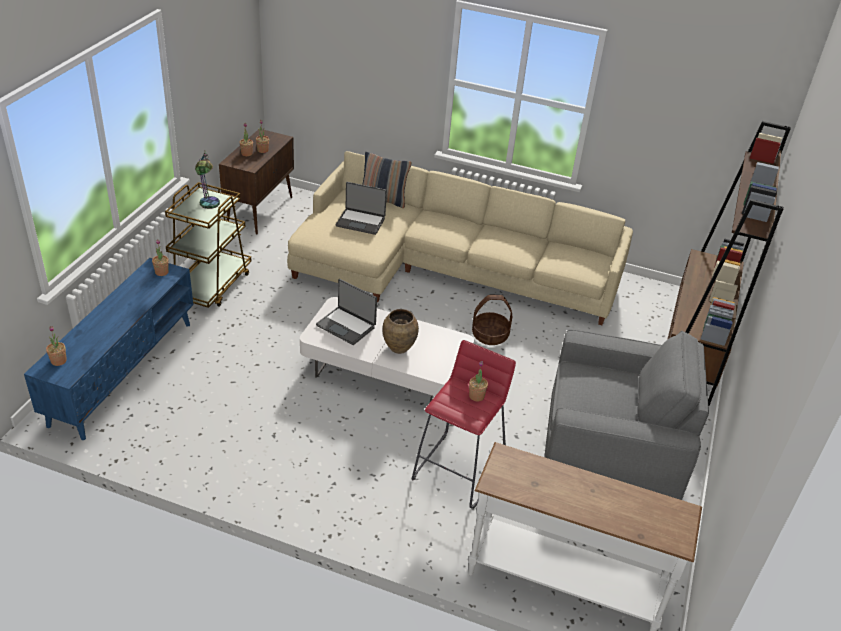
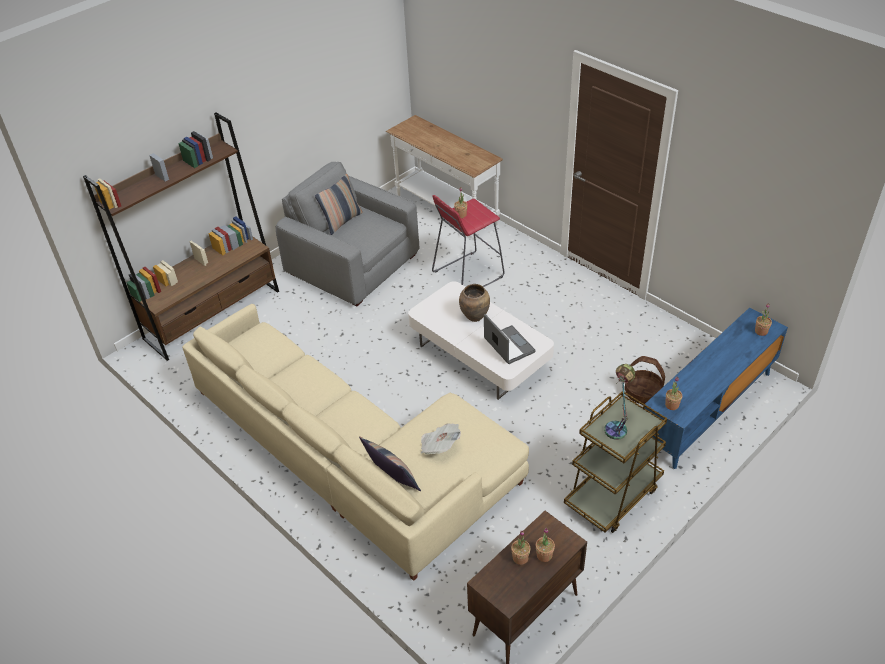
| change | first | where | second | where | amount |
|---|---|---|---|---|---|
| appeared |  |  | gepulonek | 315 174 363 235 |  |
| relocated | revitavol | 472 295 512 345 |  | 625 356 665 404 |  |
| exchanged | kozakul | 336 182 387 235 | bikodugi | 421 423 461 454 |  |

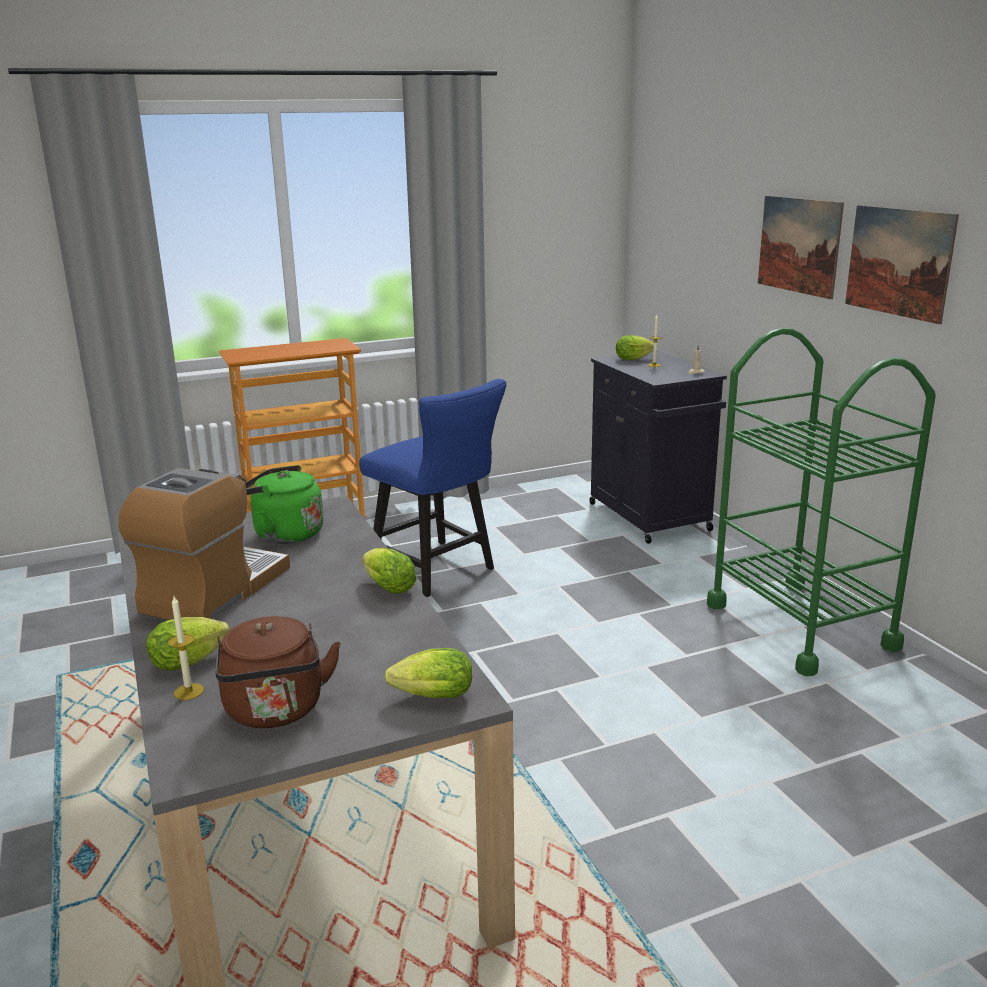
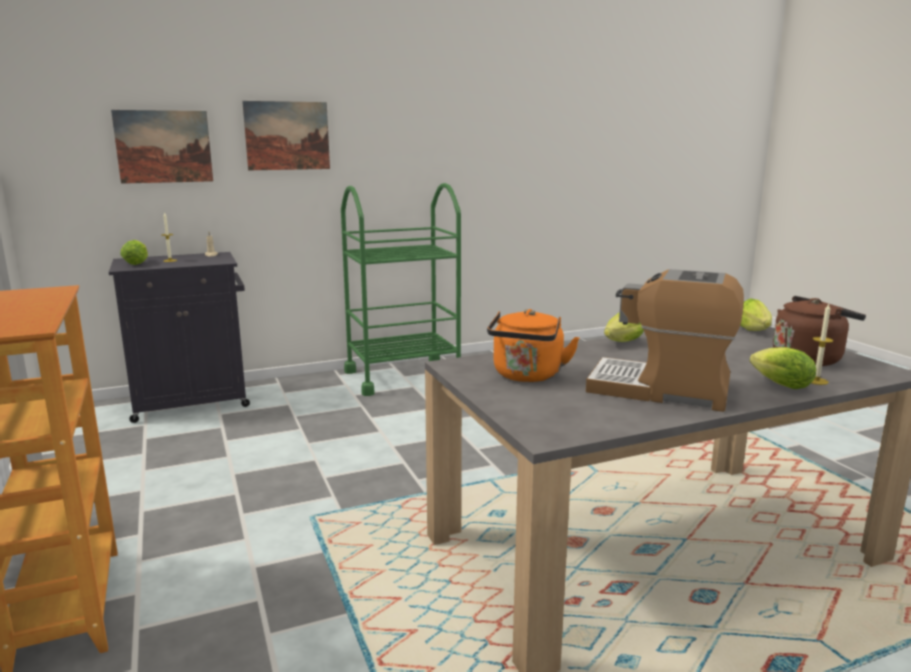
| change | first | where | second | where | amount |
|---|---|---|---|---|---|
| missing | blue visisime | 359 379 506 597 |  |  |  |
| relocated | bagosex | 845 205 959 324 |  | 111 110 213 184 |  |
| colour | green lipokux | 245 465 324 544 | orange lipokux | 487 309 580 382 |  |

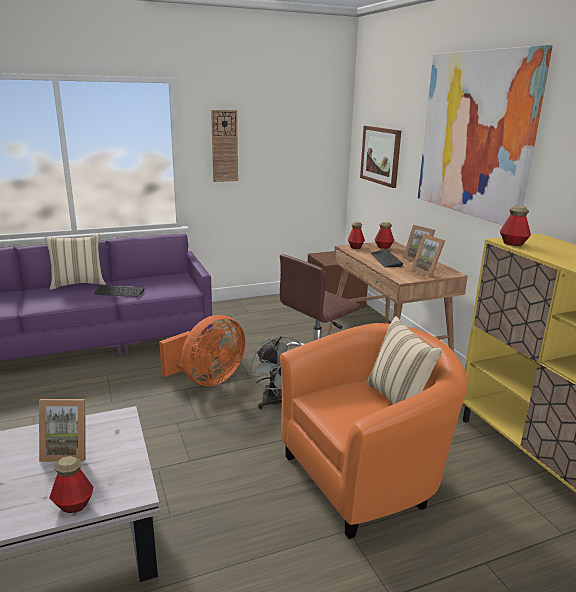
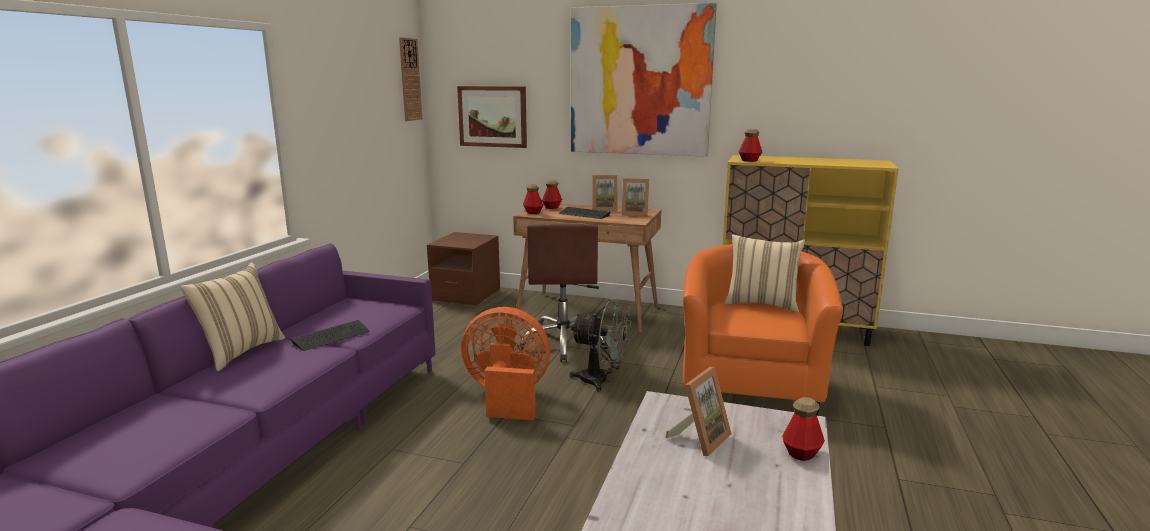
| change | first | where | second | where | amount |
|---|---|---|---|---|---|
| relocated | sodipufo | 211 110 238 182 |  | 399 37 422 121 |  |
| spun | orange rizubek | 159 315 245 386 |  | 461 307 550 420 | 75 degrees counterclockwise |

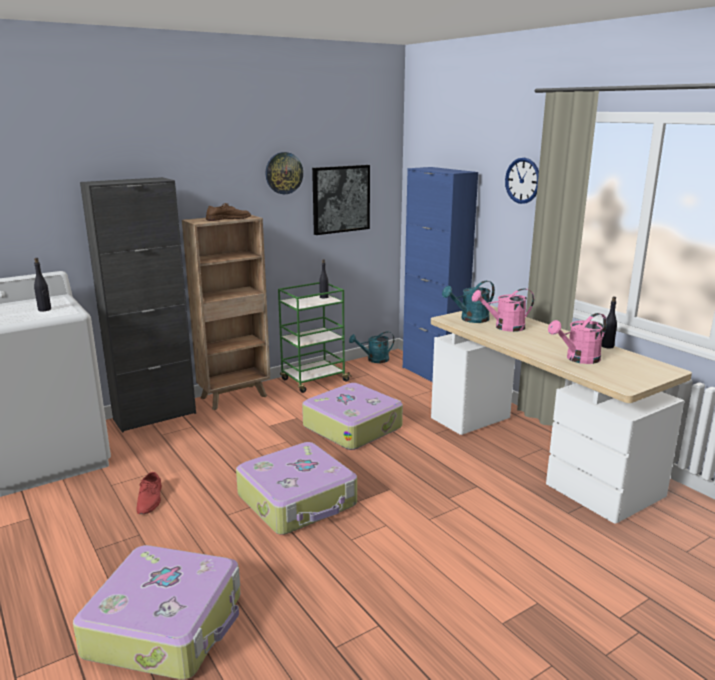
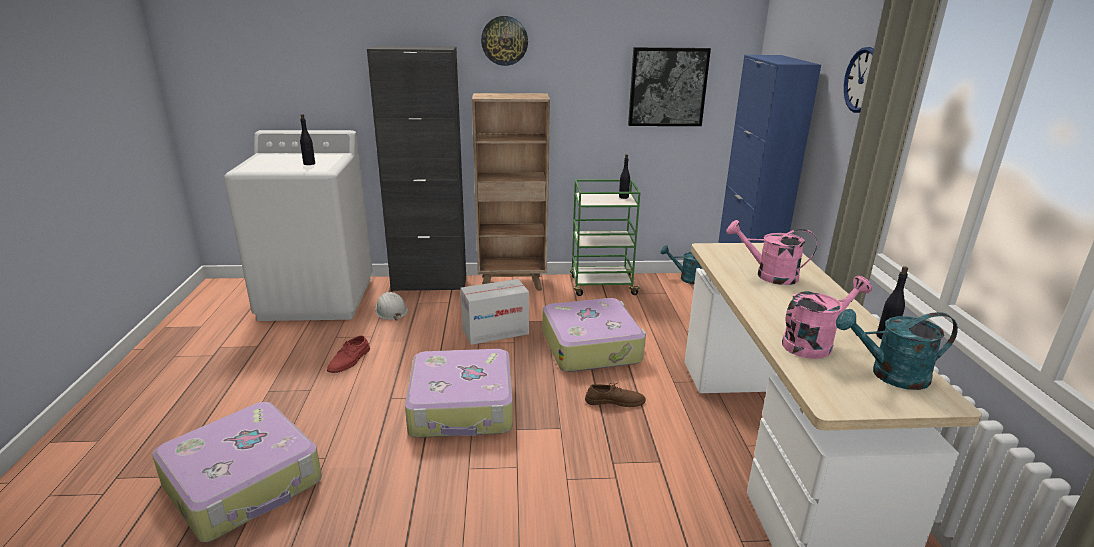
| change | first | where | second | where | amount |
|---|---|---|---|---|---|
| appeared |  |  | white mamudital | 375 292 408 321 |  |
| appeared |  |  | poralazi | 461 279 529 345 |  |
| relocated | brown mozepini | 206 203 251 221 |  | 585 382 646 407 |  |
| relocated | sodipufo | 266 152 303 194 |  | 481 16 528 66 |  |
| relocated | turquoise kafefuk | 442 281 495 323 |  | 836 309 958 390 |  |
| spun | pink kafefuk | 548 313 607 364 |  | 782 276 872 359 | 150 degrees clockwise |

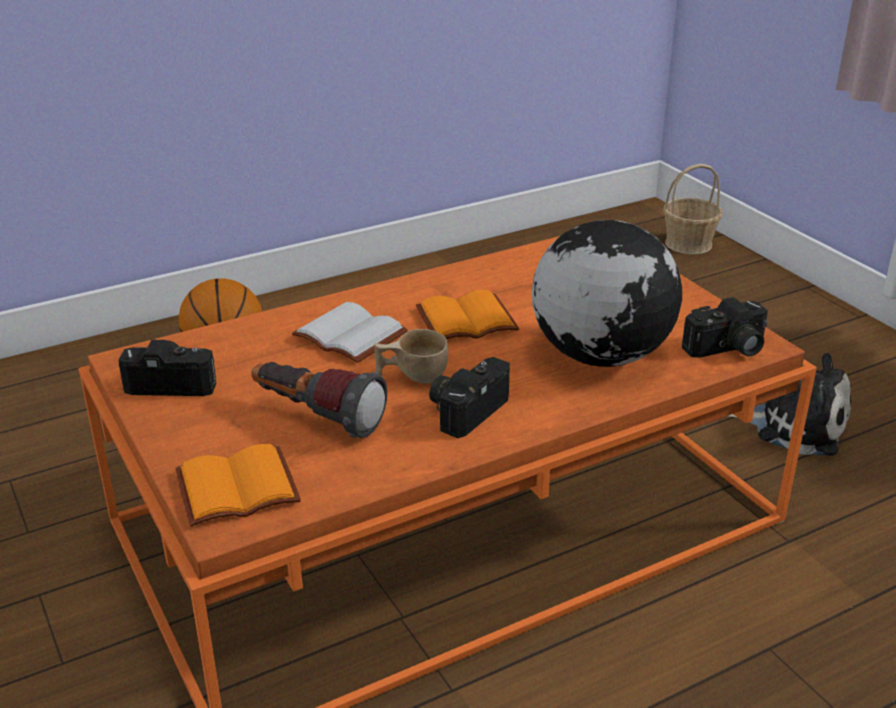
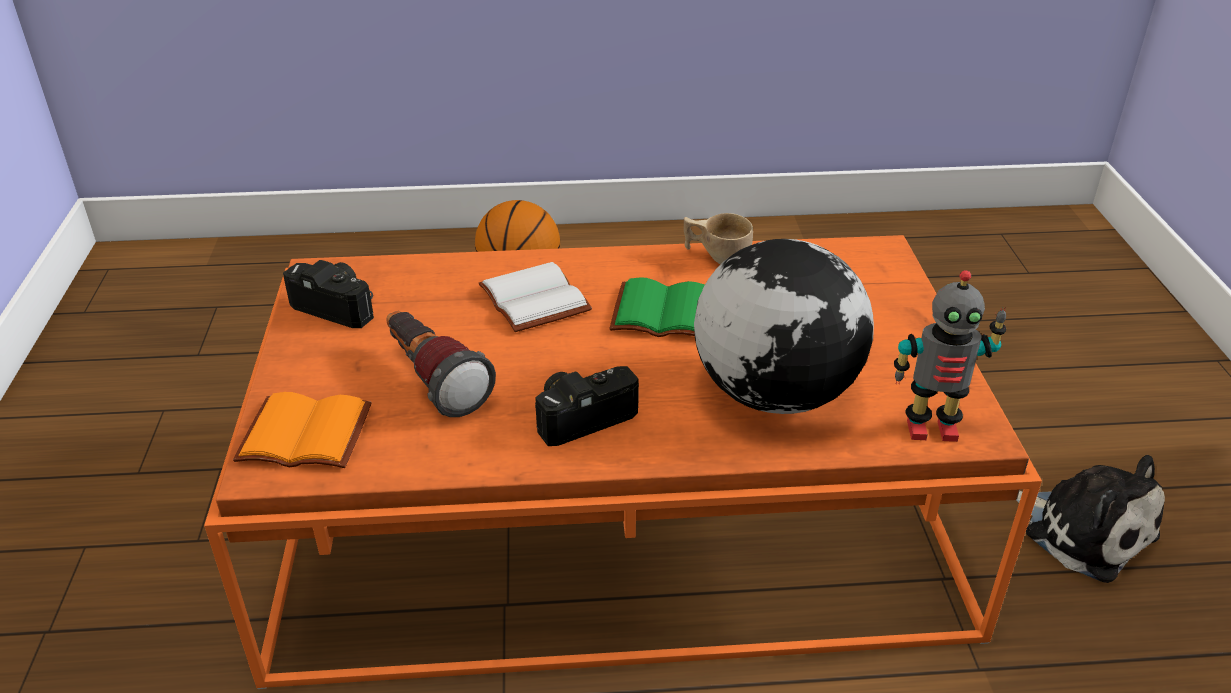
| change | first | where | second | where | amount |
|---|---|---|---|---|---|
| missing | revitavol | 663 164 723 254 |  |  |  |
| relocated | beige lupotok | 374 329 448 384 |  | 684 213 753 264 |  |
| exchanged | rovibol | 682 297 768 358 | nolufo | 894 270 1006 442 |  |
| colour | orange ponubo | 416 290 519 339 | green ponubo | 609 277 705 337 |  |

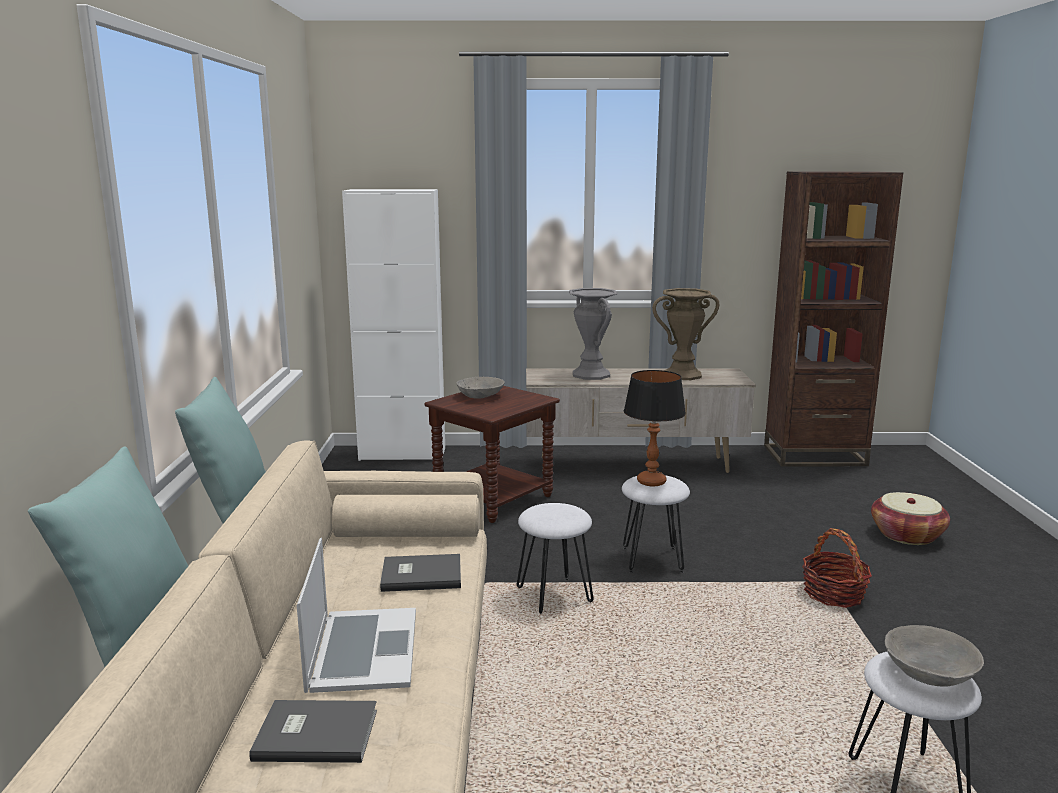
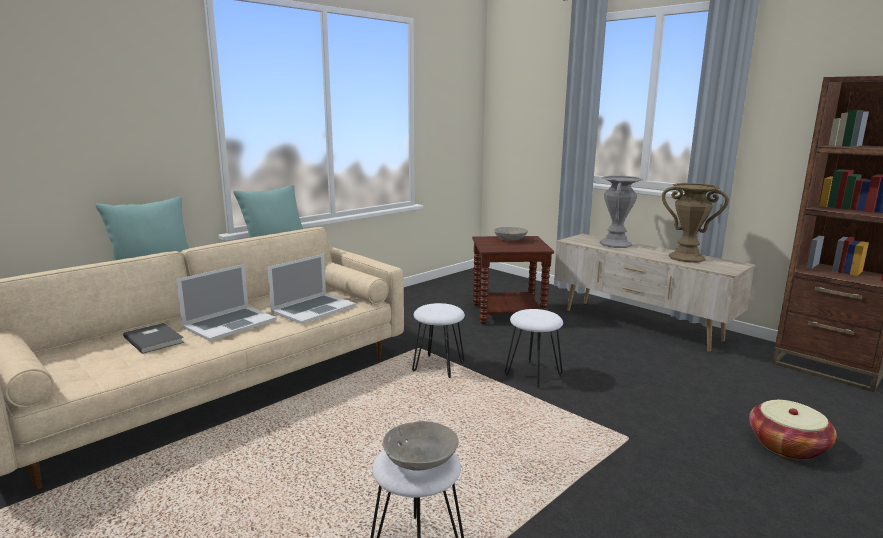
| change | first | where | second | where | amount |
|---|---|---|---|---|---|
| missing | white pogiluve | 342 189 445 461 |  |  |  |
| missing | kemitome | 624 370 686 486 |  |  |  |
| missing | revitavol | 802 528 872 608 |  |  |  |
| exchanged | grey ponubo | 380 554 461 592 | kozakul | 267 254 356 324 |  |

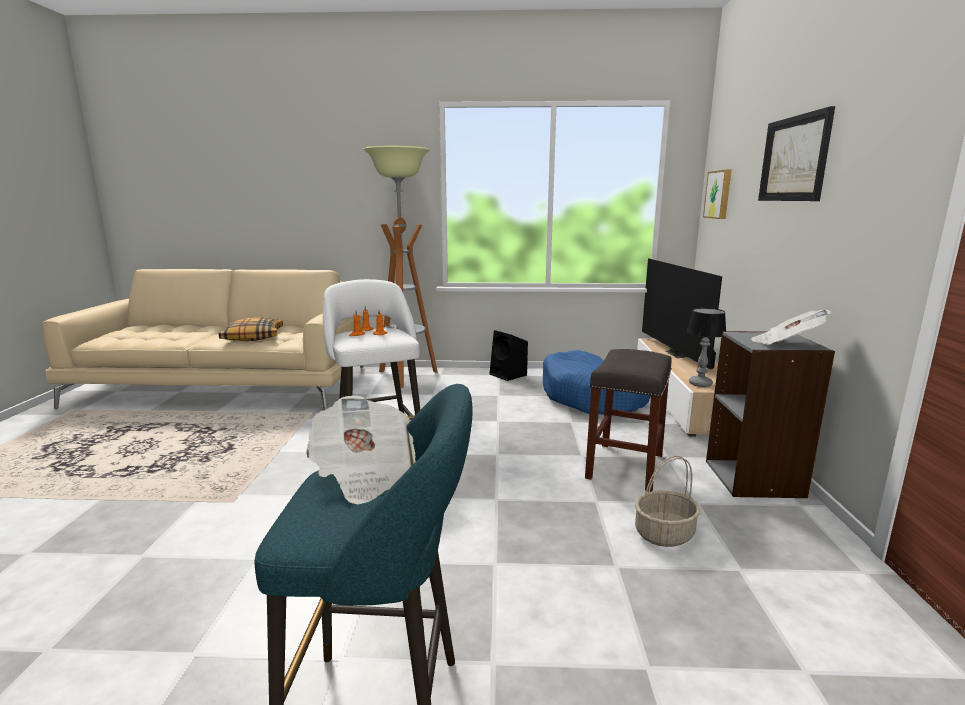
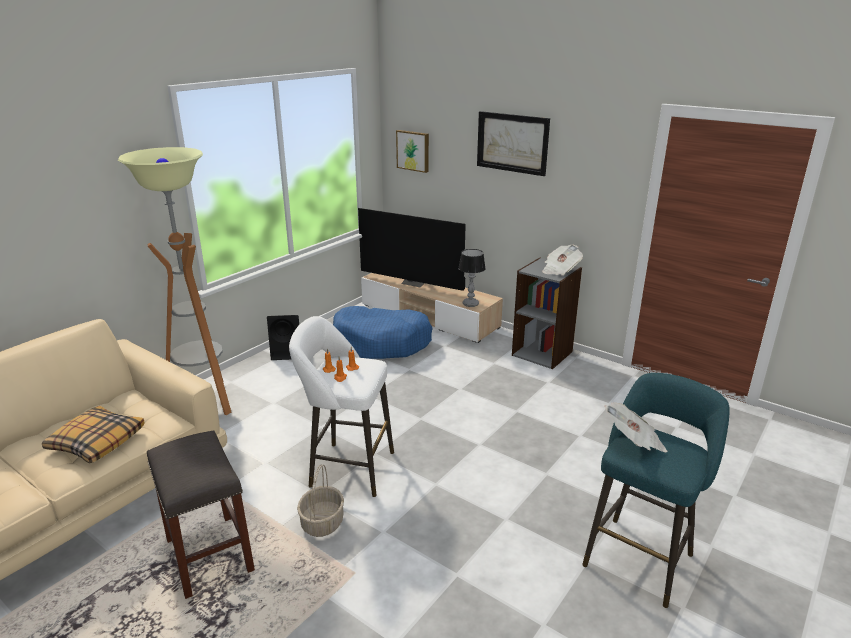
| change | first | where | second | where | amount |
|---|---|---|---|---|---|
| relocated | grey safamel | 585 349 672 492 |  | 147 430 255 599 |  |
| relocated | revitavol | 635 456 700 547 |  | 297 464 344 537 |  |

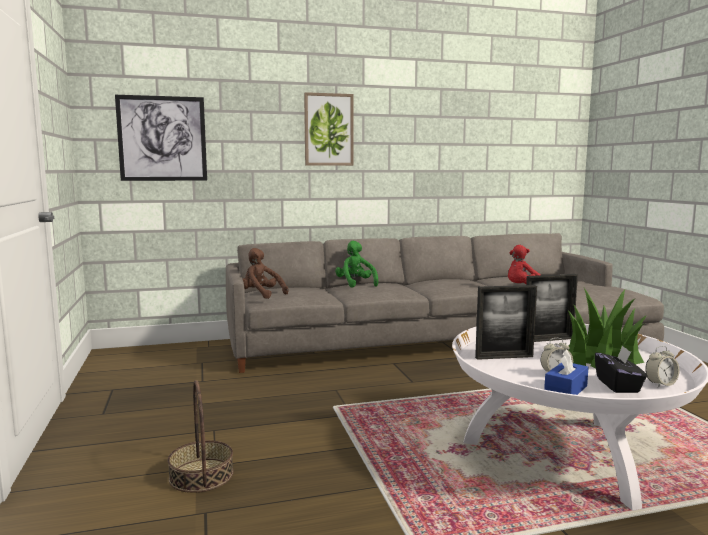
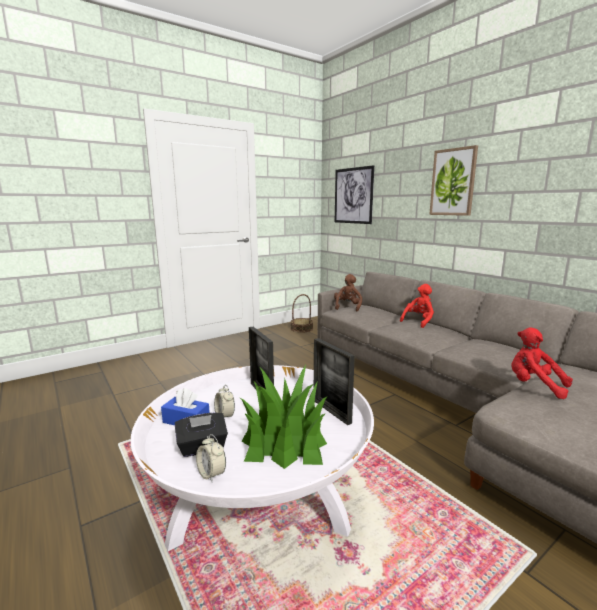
| change | first | where | second | where | amount |
|---|---|---|---|---|---|
| relocated | revitavol | 168 380 234 493 |  | 290 294 313 333 |  |
| colour | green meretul | 335 241 378 288 | red meretul | 400 284 434 328 |  |

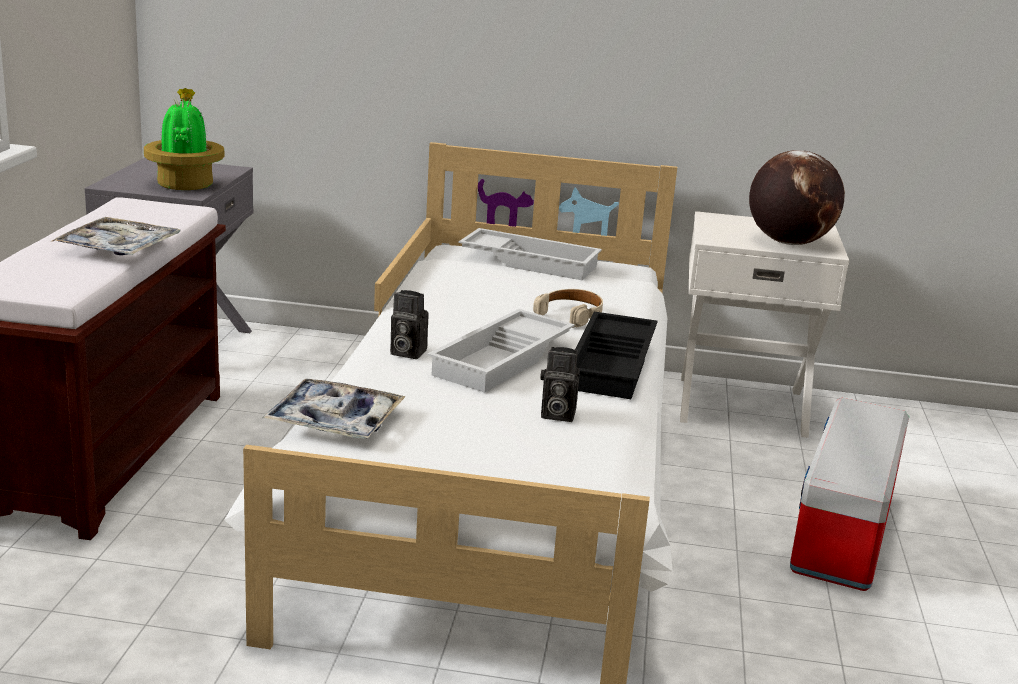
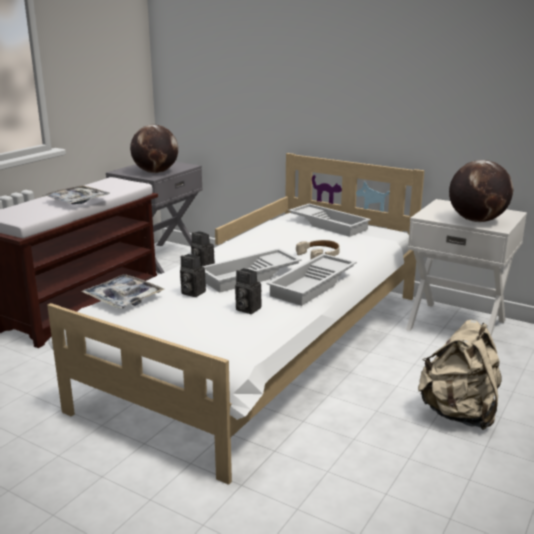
| change | first | where | second | where | amount |
|---|---|---|---|---|---|
| appeared |  |  | rovibol | 180 254 206 297 |  |
| exchanged | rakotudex | 144 88 225 190 | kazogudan | 130 125 178 173 |  |
| exchanged | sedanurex | 790 398 909 591 | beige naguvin | 418 319 501 430 |  |
| colour | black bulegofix | 575 312 657 399 | white bulegofix | 267 254 357 306 |  |

